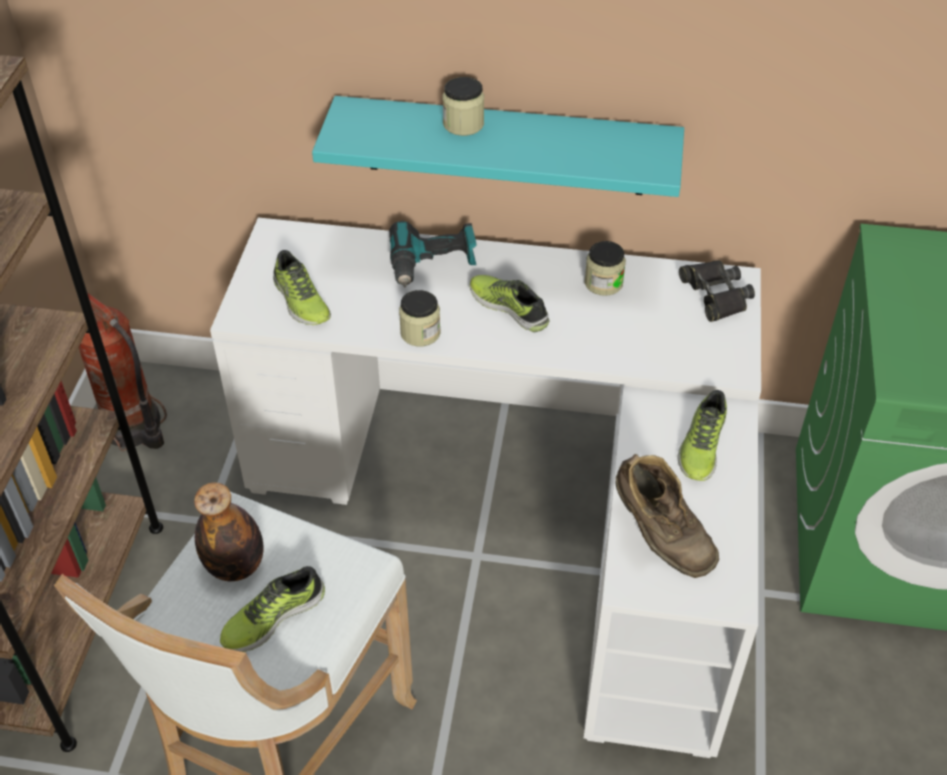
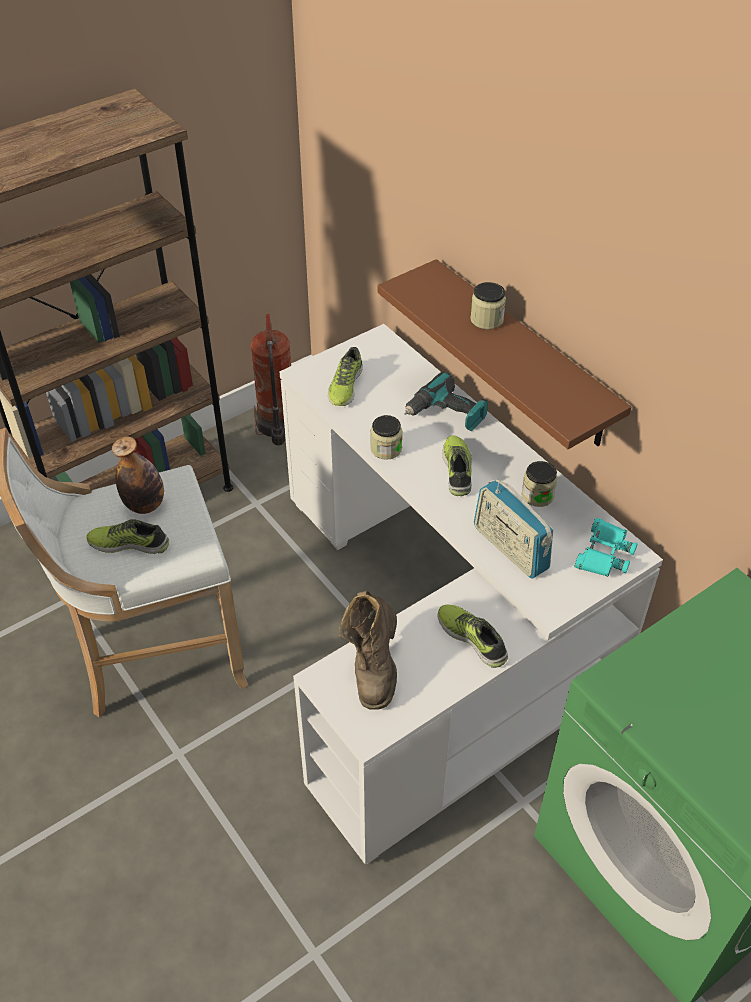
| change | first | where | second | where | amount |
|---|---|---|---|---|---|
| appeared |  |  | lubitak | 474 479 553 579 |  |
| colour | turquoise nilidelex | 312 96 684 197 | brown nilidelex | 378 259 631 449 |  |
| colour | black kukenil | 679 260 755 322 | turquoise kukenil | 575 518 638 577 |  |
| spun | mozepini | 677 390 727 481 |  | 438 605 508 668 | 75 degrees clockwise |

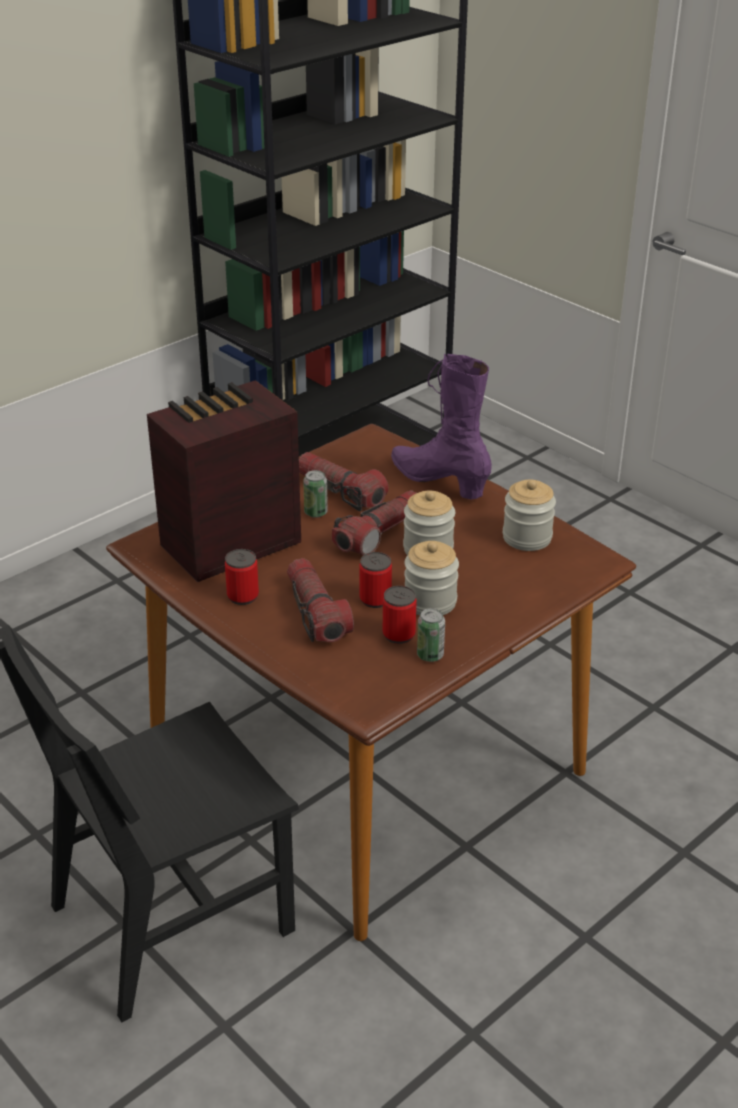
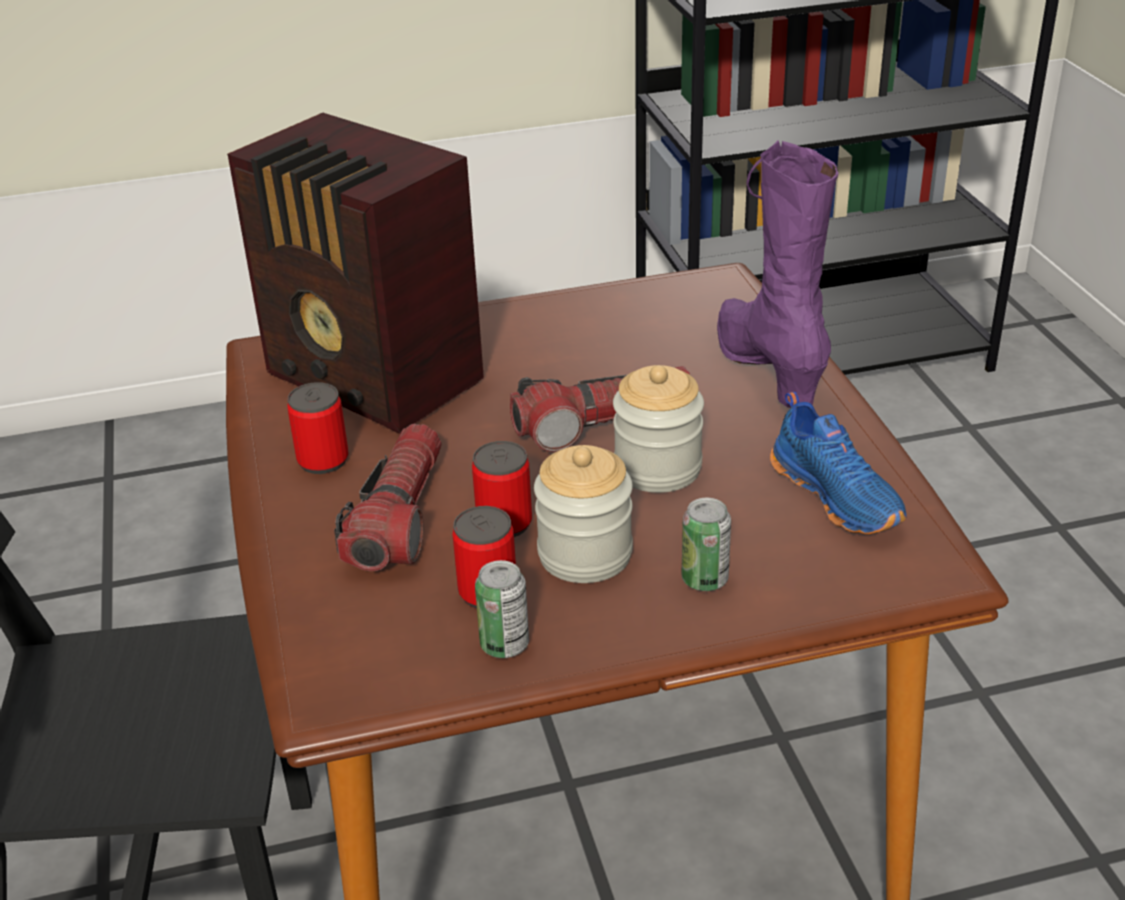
| change | first | where | second | where | amount |
|---|---|---|---|---|---|
| missing | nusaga | 299 452 388 511 |  |  |  |
| relocated | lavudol | 303 470 328 518 |  | 681 498 731 591 |  |
| exchanged | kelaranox | 503 480 556 551 | blue mozepini | 770 392 907 534 |  |
| spun | lubitak | 147 380 301 582 |  | 227 113 484 434 | 135 degrees counterclockwise |

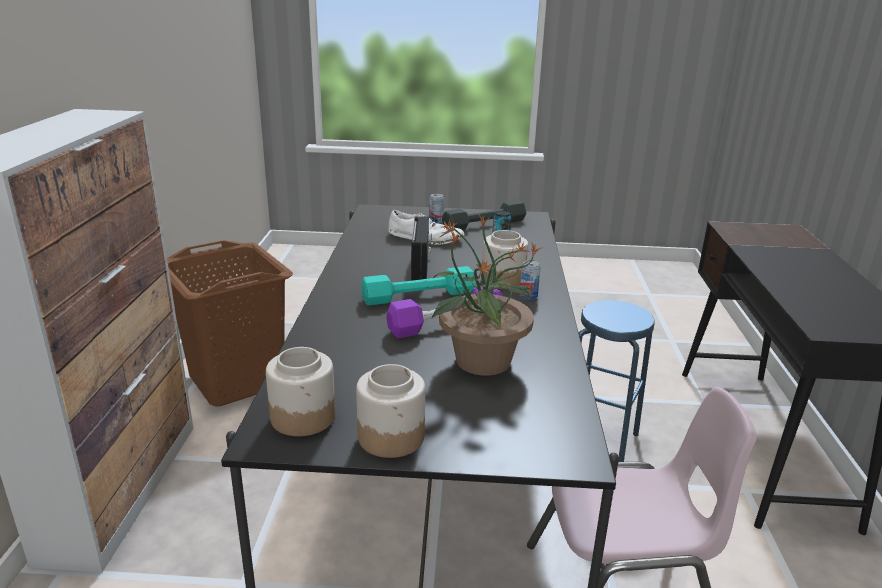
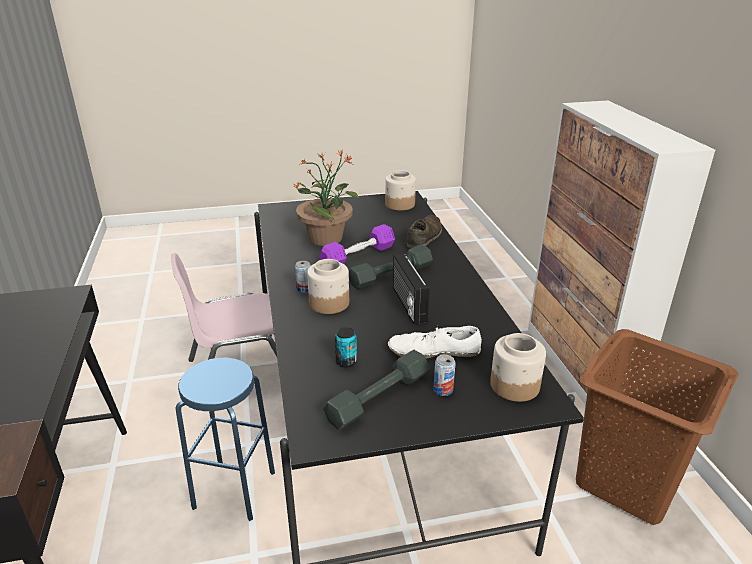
| change | first | where | second | where | amount |
|---|---|---|---|---|---|
| appeared |  |  | brown mozepini | 407 215 442 248 |  |
| relocated | kelaranox | 356 364 425 458 |  | 490 333 546 402 |  |
| colour | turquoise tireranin | 361 266 475 305 | grey tireranin | 349 245 433 289 |  |

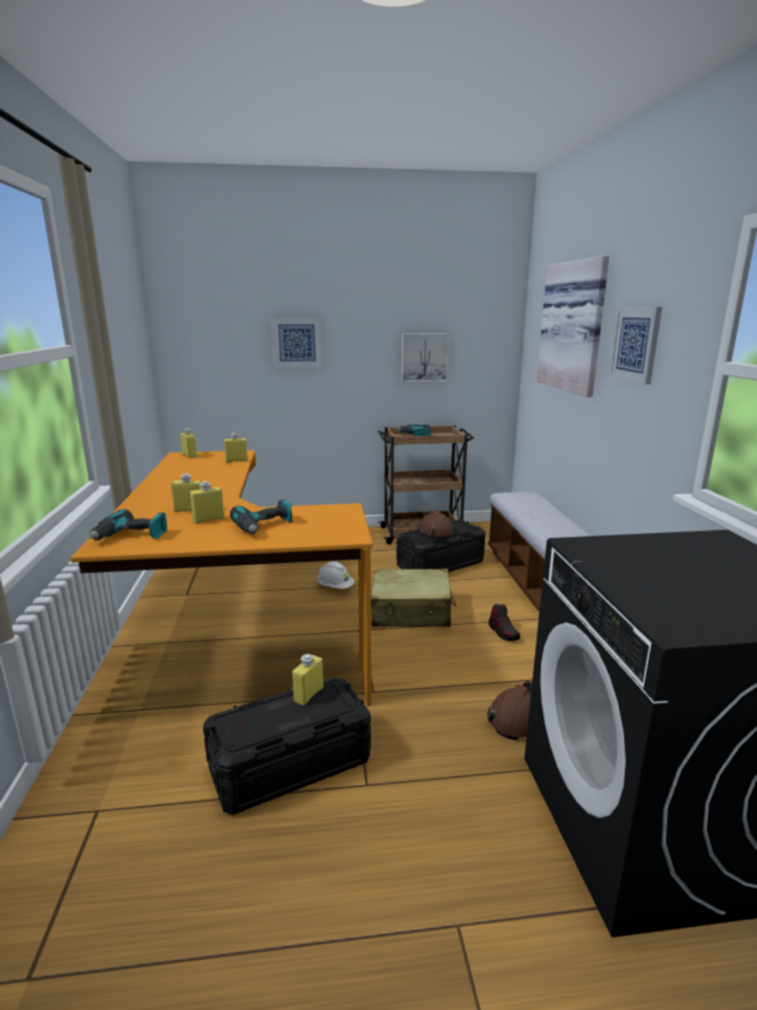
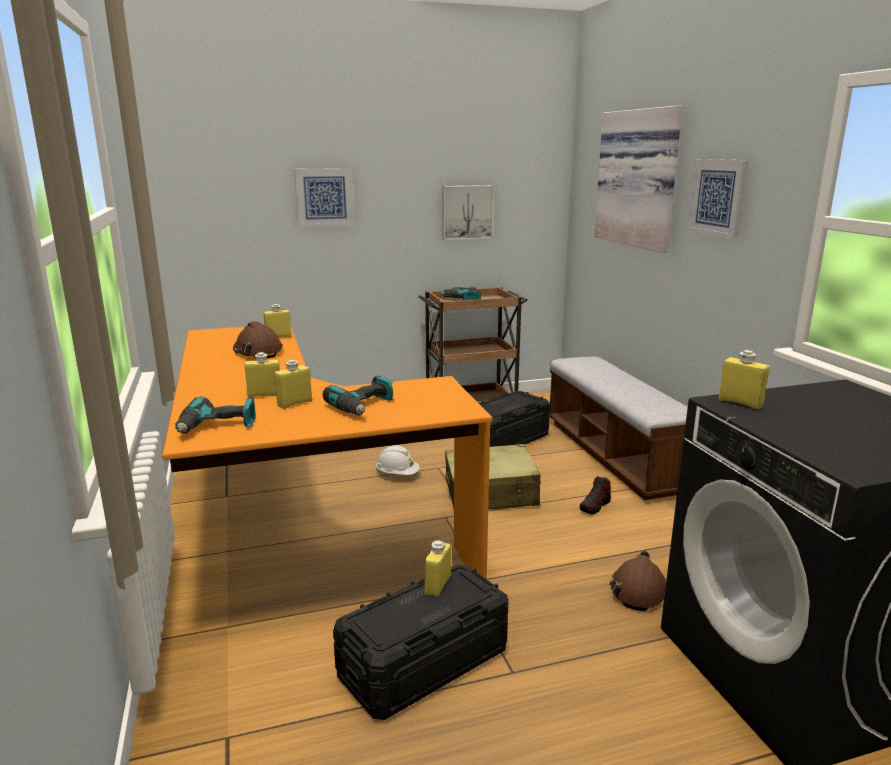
| change | first | where | second | where | amount |
|---|---|---|---|---|---|
| relocated | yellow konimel | 181 428 197 458 |  | 719 350 770 409 |  |
| relocated | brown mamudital | 417 510 454 539 |  | 233 321 283 359 |  |
| spun | mozepini | 488 604 520 641 |  | 580 476 611 514 | 75 degrees clockwise |

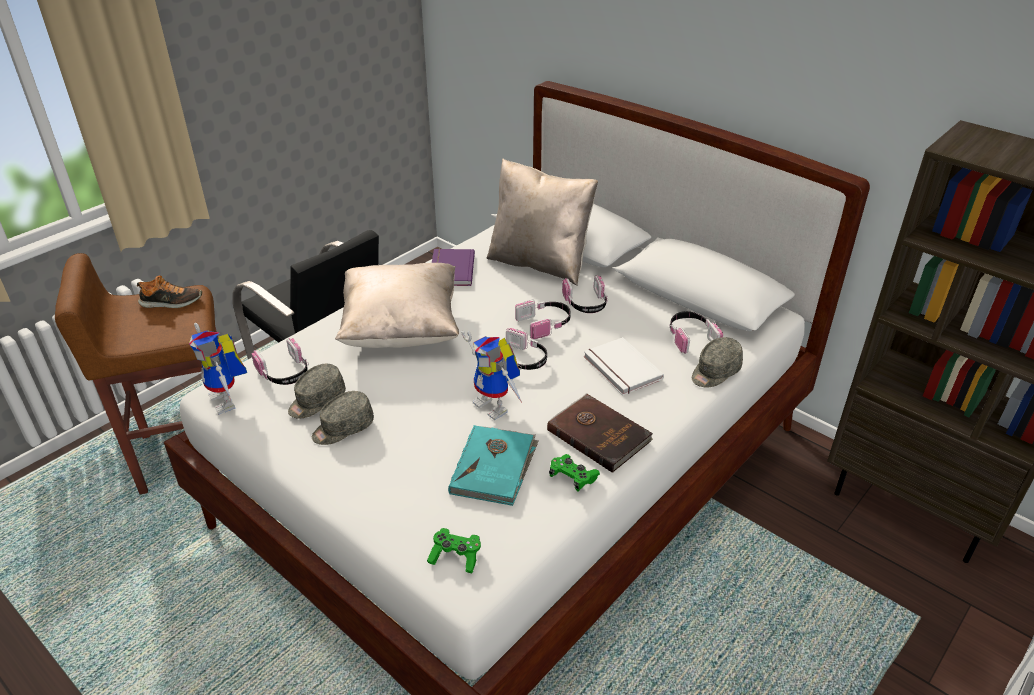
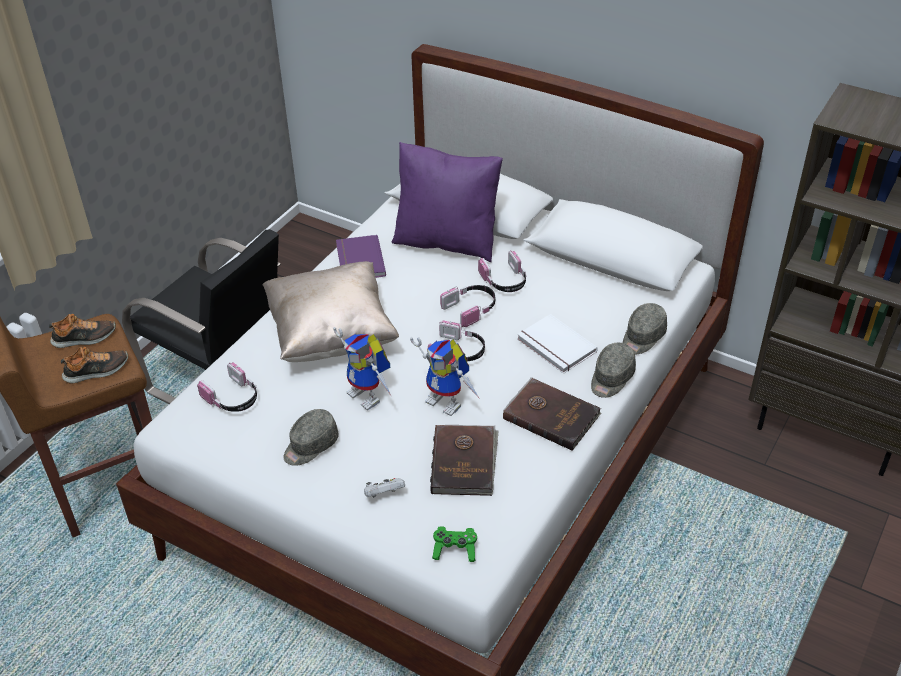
| change | first | where | second | where | amount |
|---|---|---|---|---|---|
| missing | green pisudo | 549 454 600 492 |  |  |  |
| missing | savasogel | 669 311 723 354 |  |  |  |
| appeared |  |  | mozepini | 61 347 128 383 |  |
| appeared |  |  | white pisudo | 364 478 405 498 |  |
| relocated | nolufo | 189 323 247 414 |  | 333 327 392 411 |  |
| relocated | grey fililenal | 288 364 346 419 |  | 591 343 636 398 |  |
| colour | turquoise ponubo | 448 425 539 506 | brown ponubo | 430 425 499 496 |  |
| colour | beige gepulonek | 486 158 598 286 | purple gepulonek | 391 142 503 262 |  |

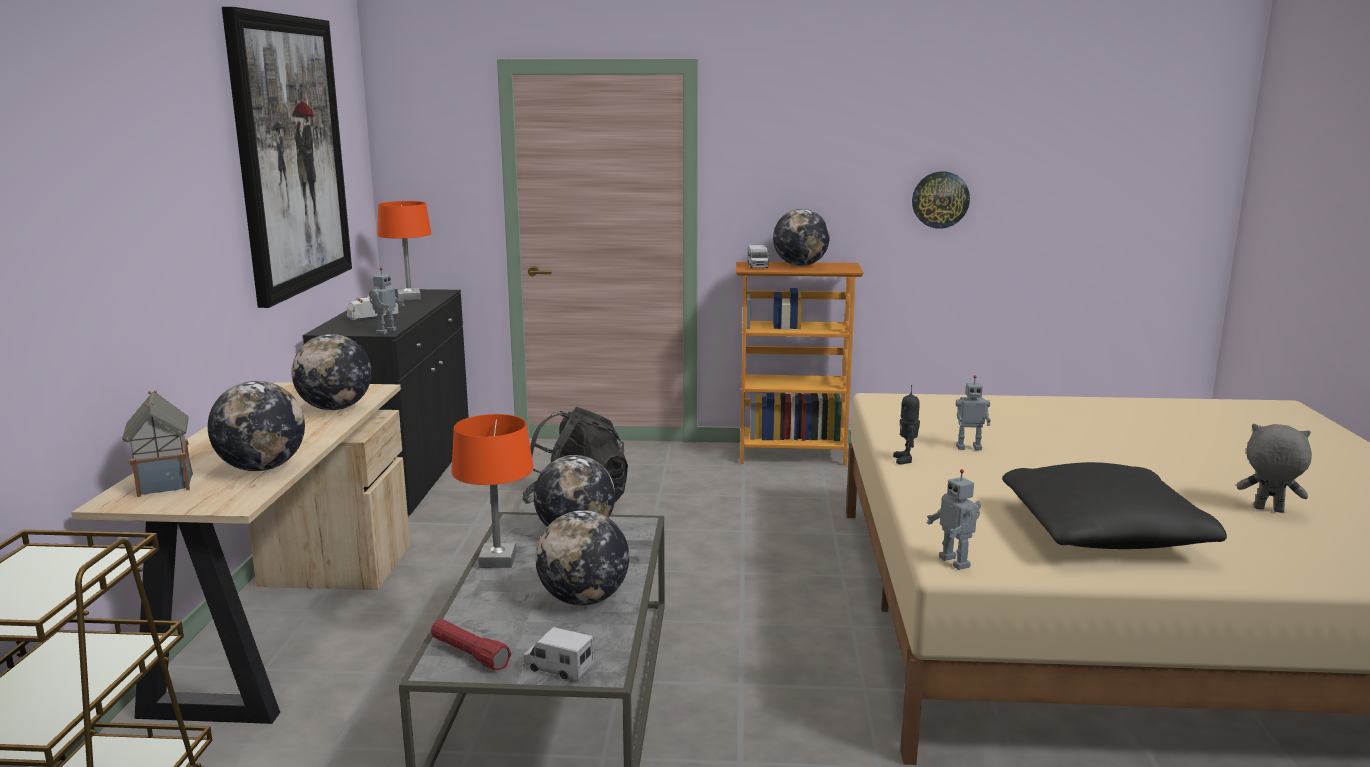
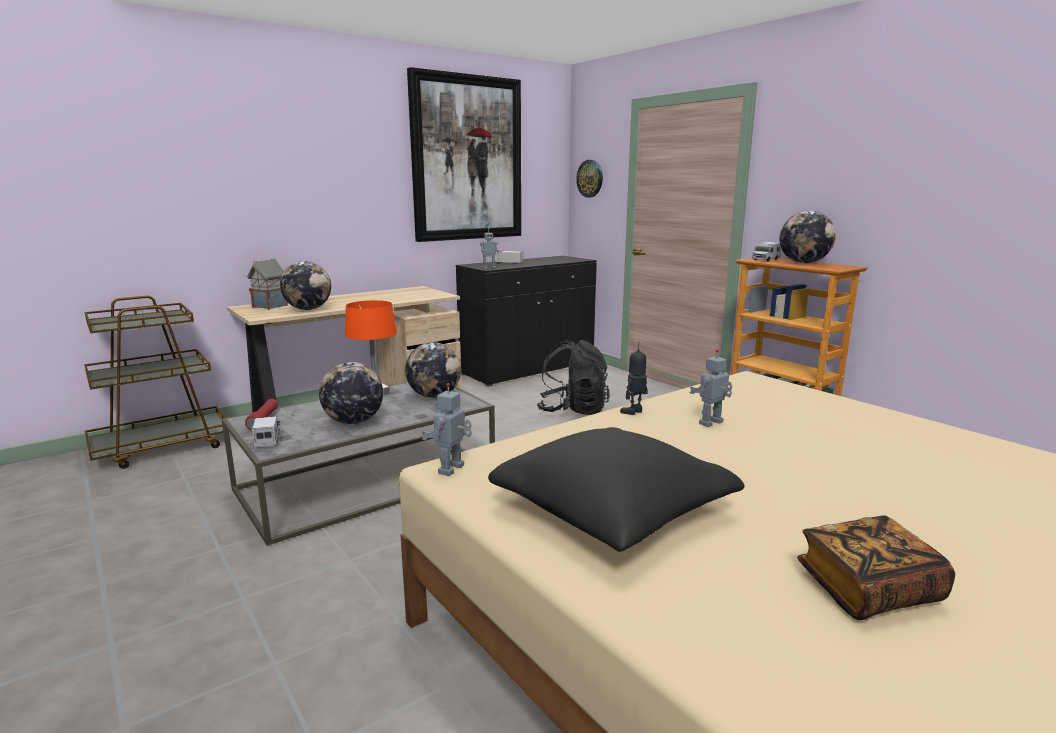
| change | first | where | second | where | amount |
|---|---|---|---|---|---|
| missing | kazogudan | 291 334 372 410 |  |  |  |
| missing | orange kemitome | 377 201 431 301 |  |  |  |
| relocated | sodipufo | 912 171 970 229 |  | 576 160 603 197 |  |
| exchanged | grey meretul | 1237 424 1312 513 | ponubo | 797 516 955 620 |  |
| spun | nolufo | 956 375 991 450 |  | 690 349 732 427 | 90 degrees clockwise |

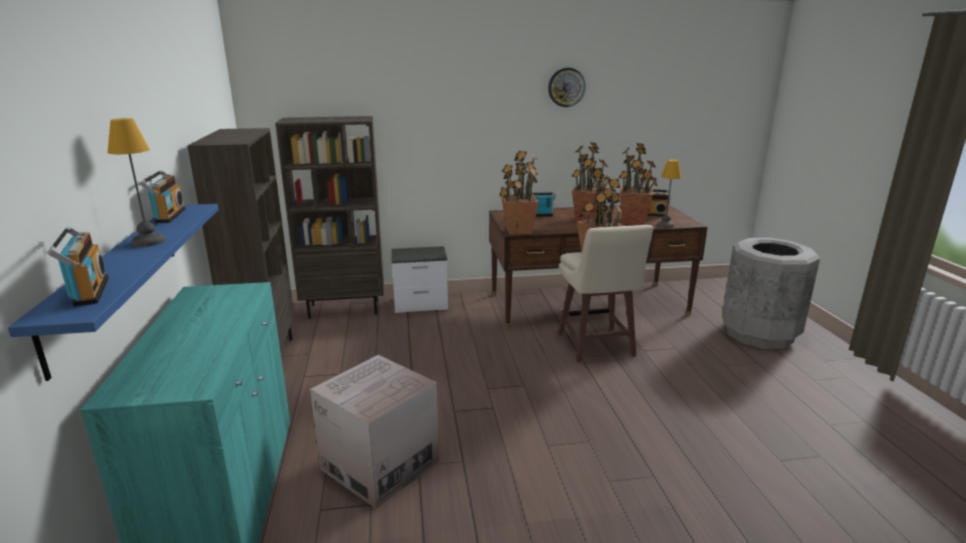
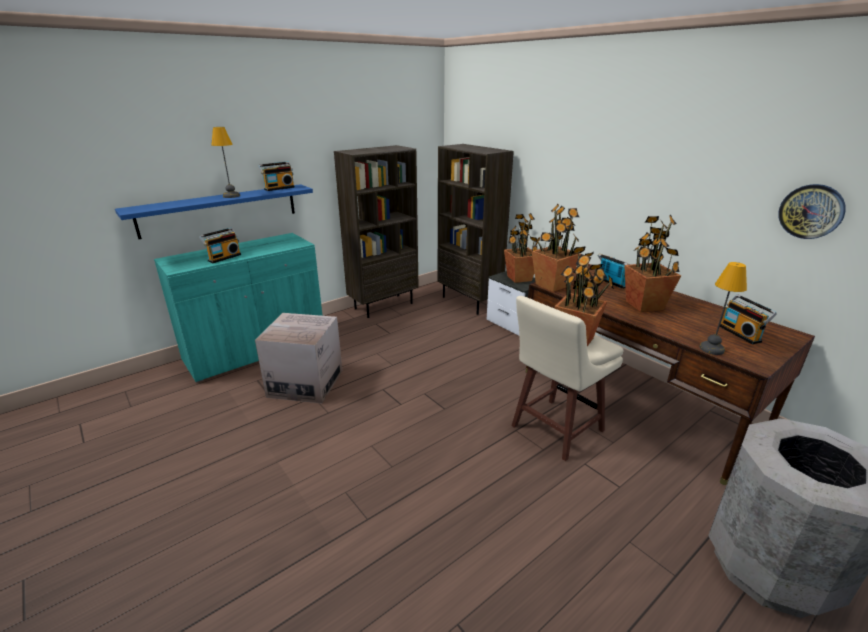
| change | first | where | second | where | amount |
|---|---|---|---|---|---|
| relocated | lubitak | 47 226 109 307 |  | 199 228 241 263 |  |
| relocated | sodipufo | 548 68 586 107 |  | 778 184 846 239 |  |
| relocated | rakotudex | 619 143 657 225 |  | 504 213 537 283 |  |

